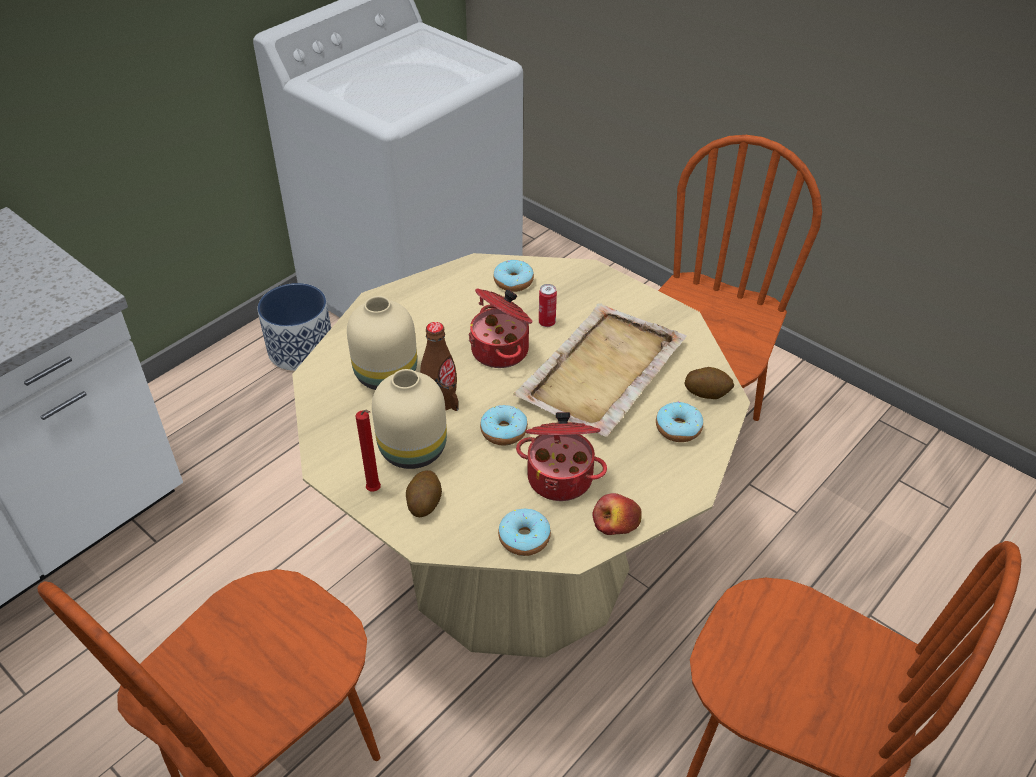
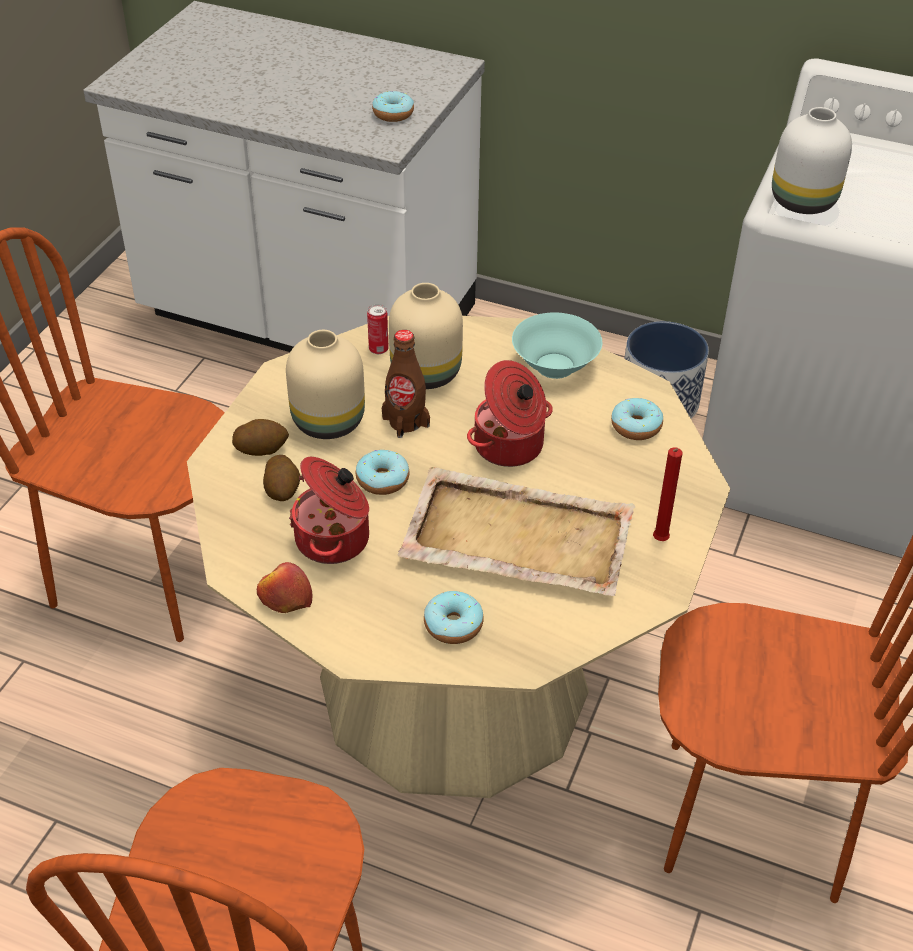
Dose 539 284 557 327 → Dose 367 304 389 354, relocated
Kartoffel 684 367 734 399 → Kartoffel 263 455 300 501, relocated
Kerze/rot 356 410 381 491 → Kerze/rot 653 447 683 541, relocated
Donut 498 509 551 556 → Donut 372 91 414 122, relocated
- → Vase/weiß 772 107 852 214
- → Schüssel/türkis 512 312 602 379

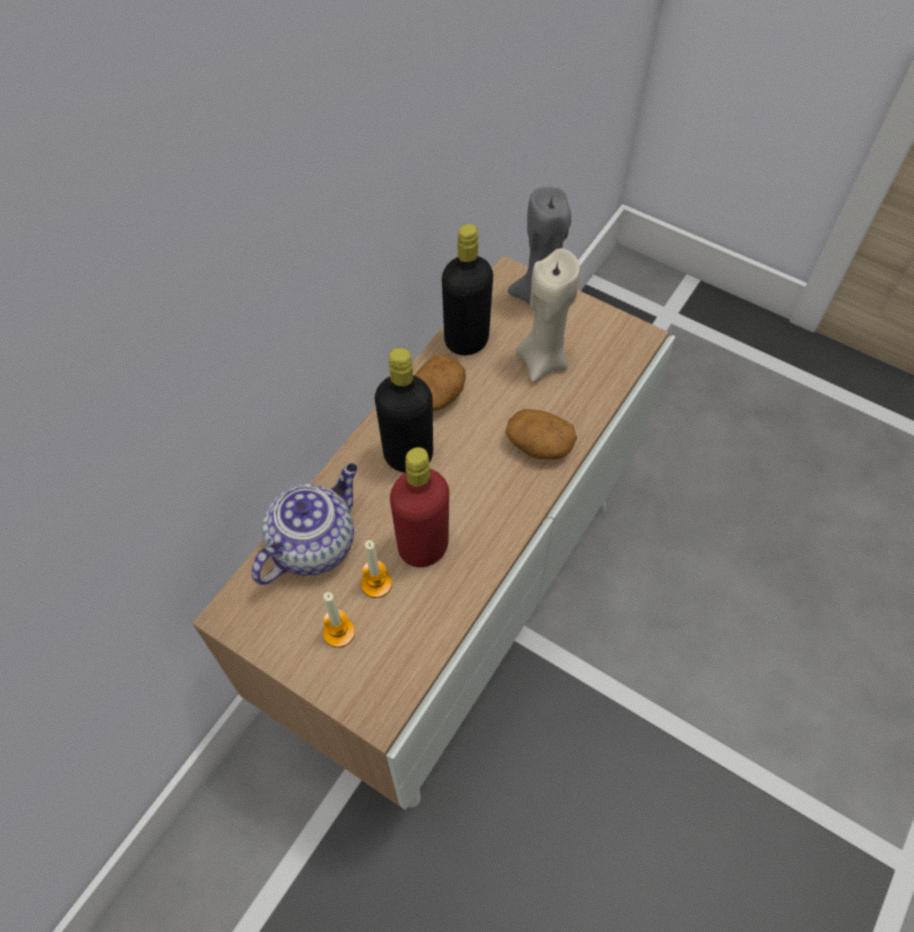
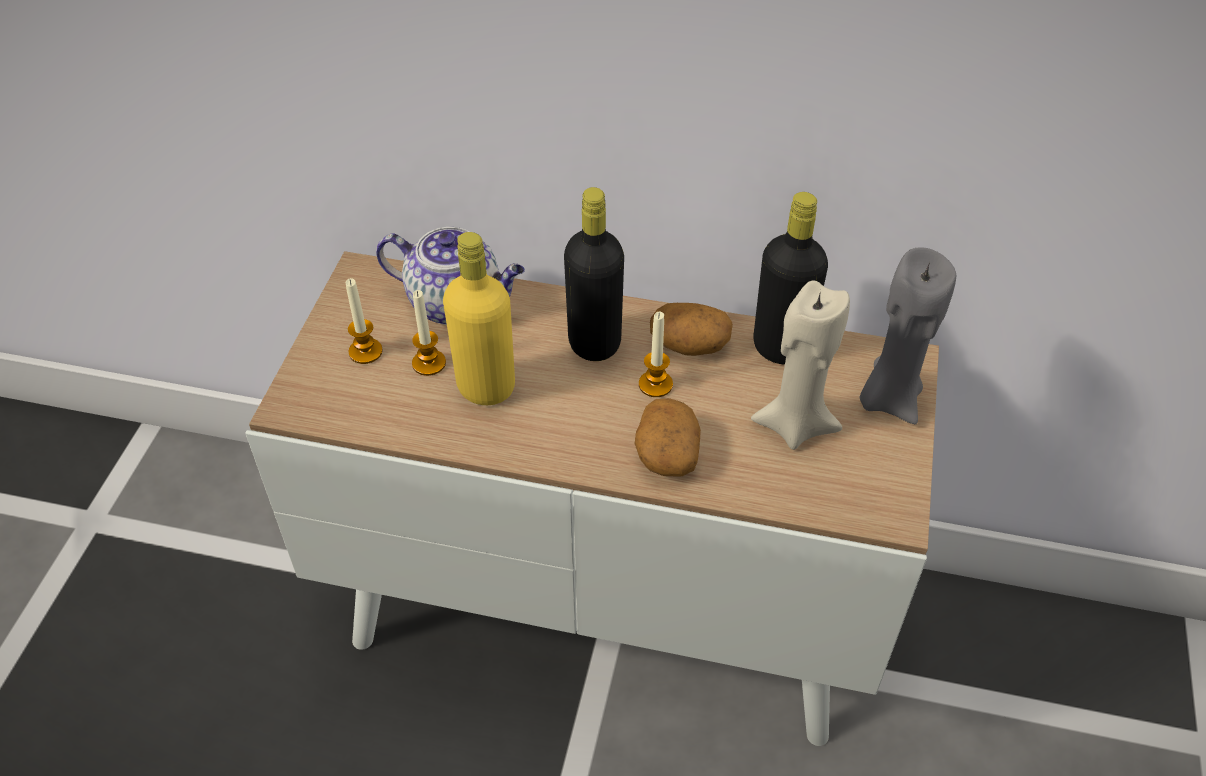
Flasche/rot 390 447 449 567 → Flasche/gelb 443 232 515 405
- → Kerze 639 312 673 397

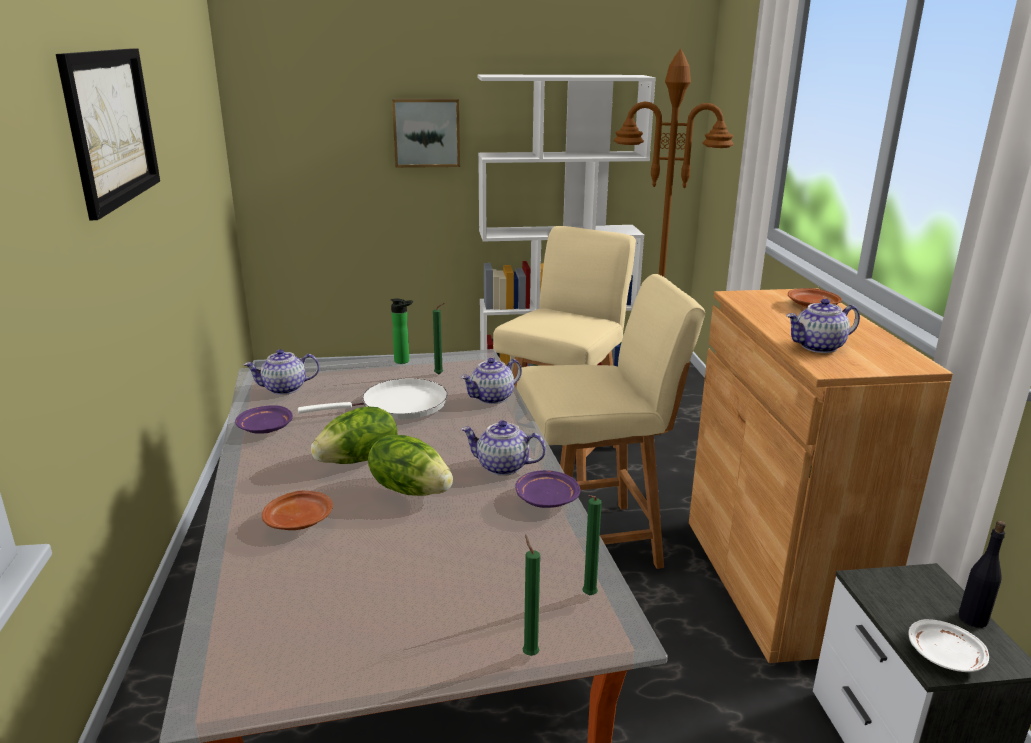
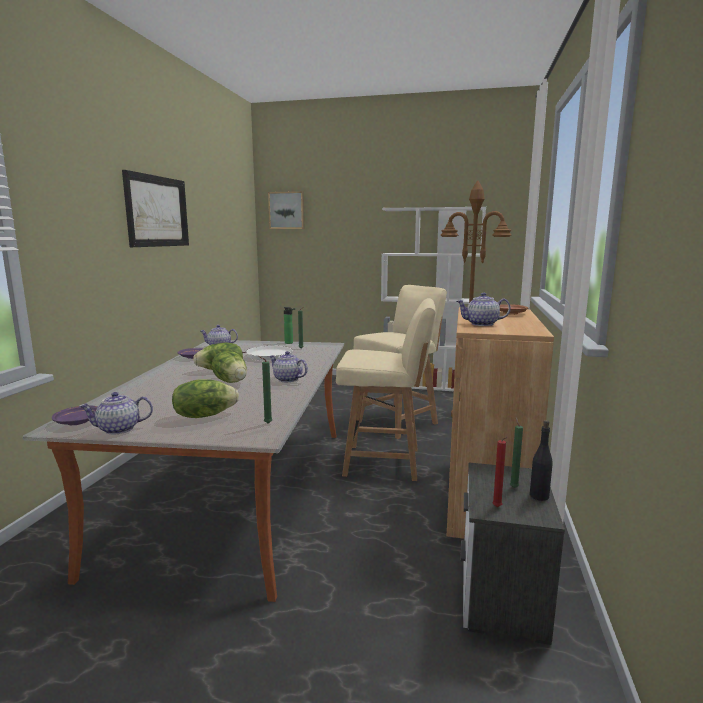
Bild 392 99 460 168 → Bild 268 191 304 229, relocated
Teekanne 461 358 522 404 → Teekanne 79 392 153 434, relocated
Teller/lila 515 470 580 508 → Teller/lila 52 405 98 425, relocated
Teller/braun 262 491 333 530 → -
Kerze/grün 523 535 540 656 → Kerze/grün 510 417 523 488, relocated
Teller/weiß 909 619 989 672 → Kerze/rot 492 437 508 507
- → Salatkopf 172 379 239 418

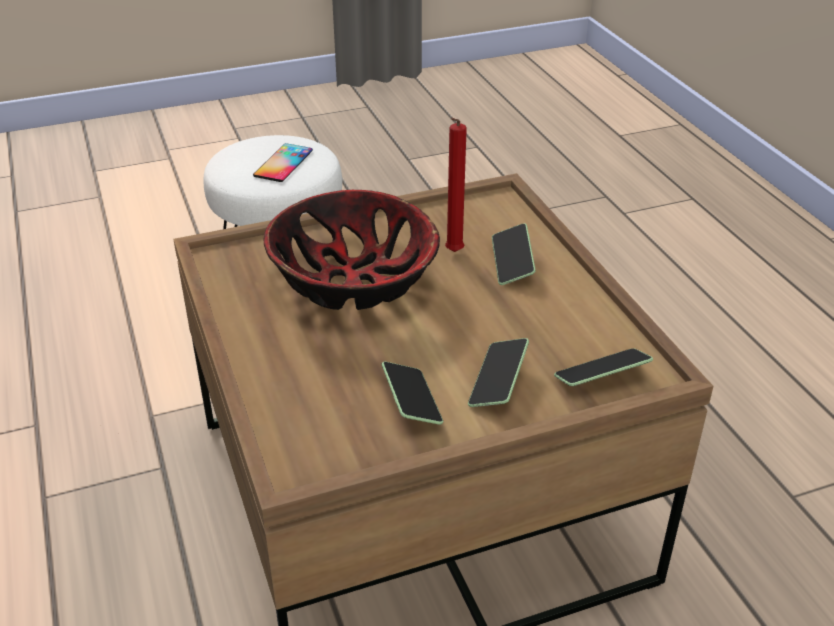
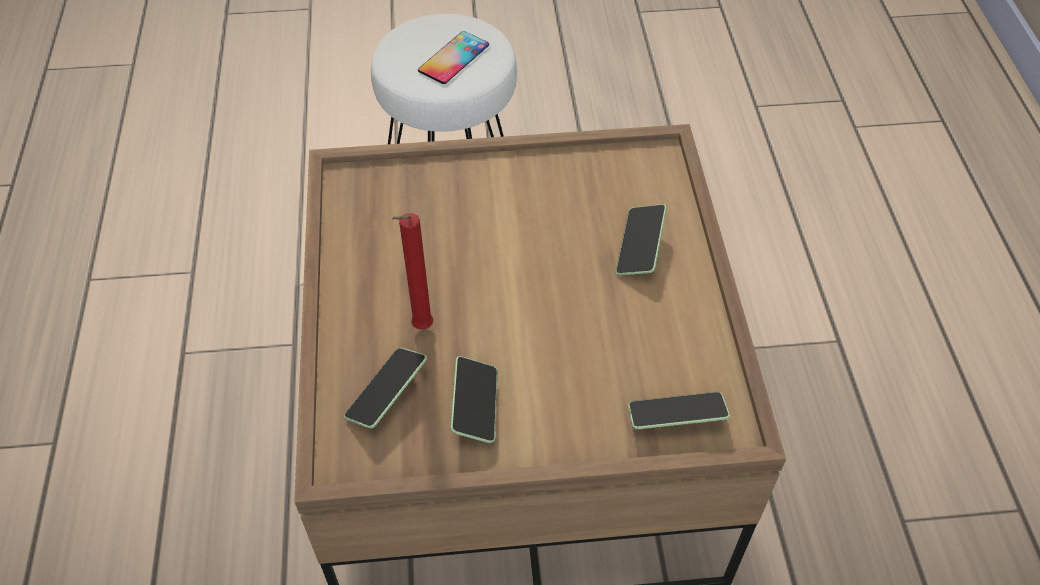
Kerze/rot 445 118 467 252 → Kerze/rot 392 213 433 329, relocated
Schüssel 264 190 440 310 → -
Handy 468 338 529 407 → Handy 344 348 427 429, relocated

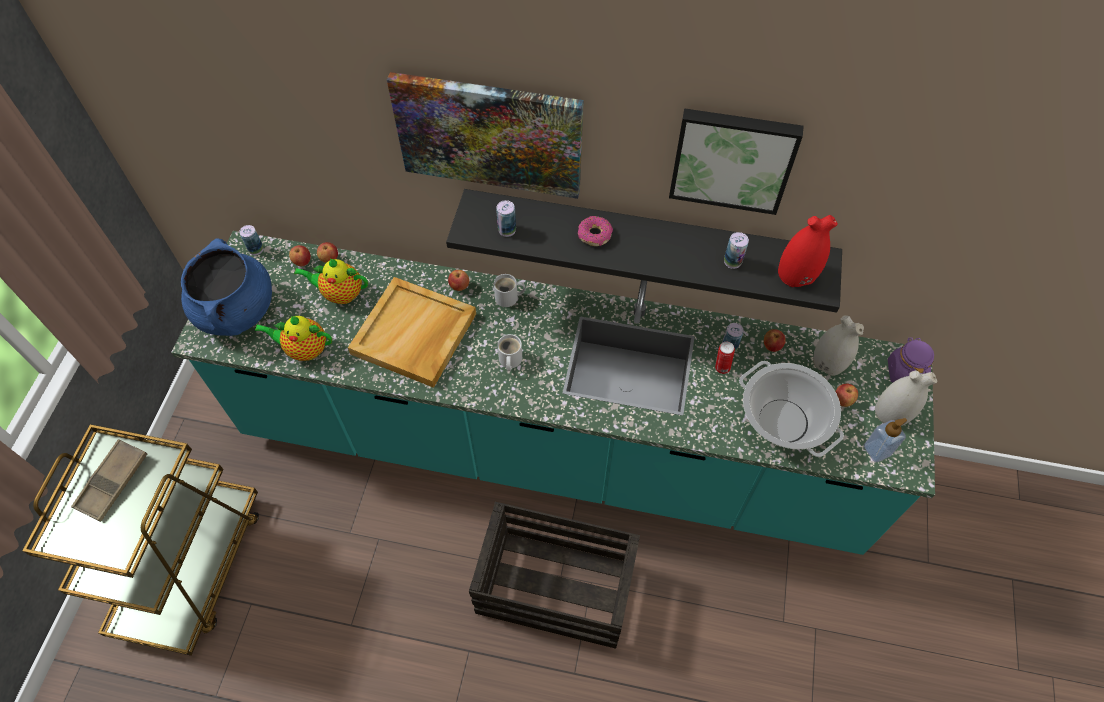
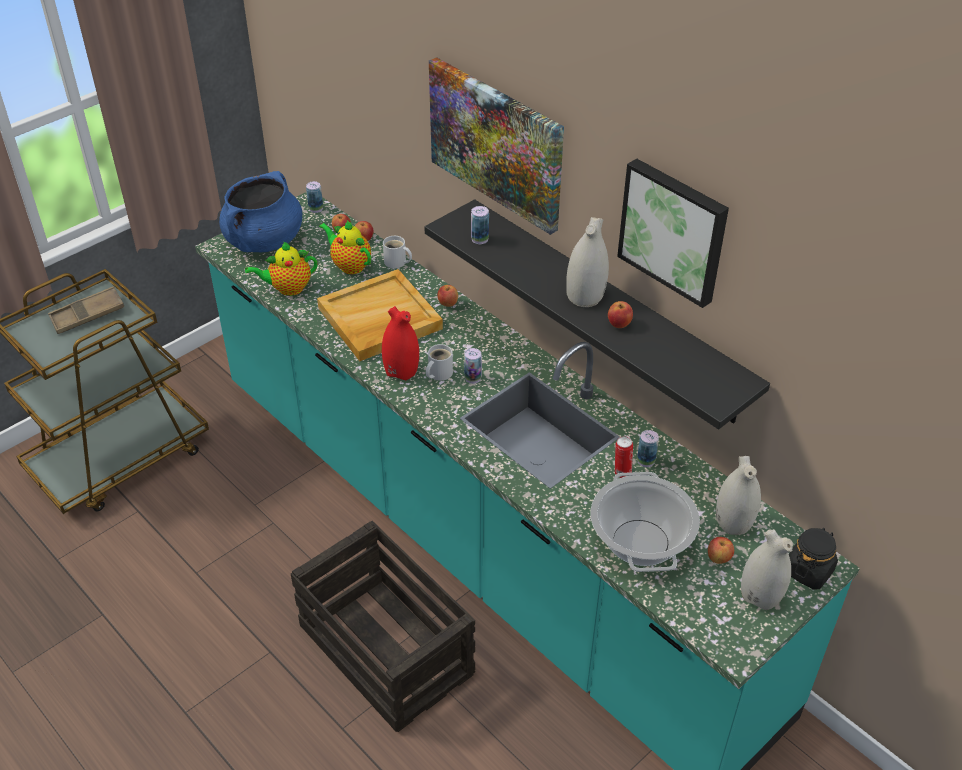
Vase/rot 778 215 838 287 → Vase/rot 382 306 419 380, relocated
Donut 578 216 613 246 → -
Dose 724 232 749 269 → Dose 464 348 482 384, relocated
Henkelbecher/weiß 494 274 526 307 → Henkelbecher/weiß 383 236 412 269, relocated
Teekanne 255 316 332 361 → Teekanne 245 242 317 296, 60 degrees counterclockwise
Apfel 764 329 786 352 → Apfel 608 301 633 328, relocated
Vorratsglas/lila 888 337 934 383 → Vorratsglas/schwarz 789 528 838 590
Seifenspender 863 418 907 462 → -
- → Vase/weiß 566 217 609 307

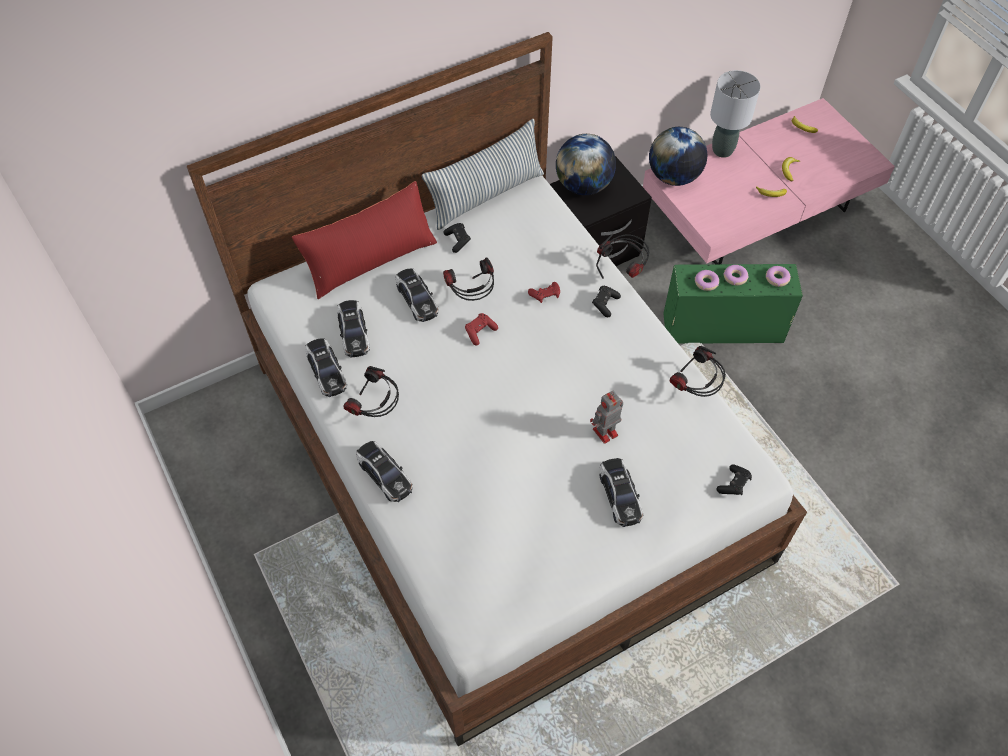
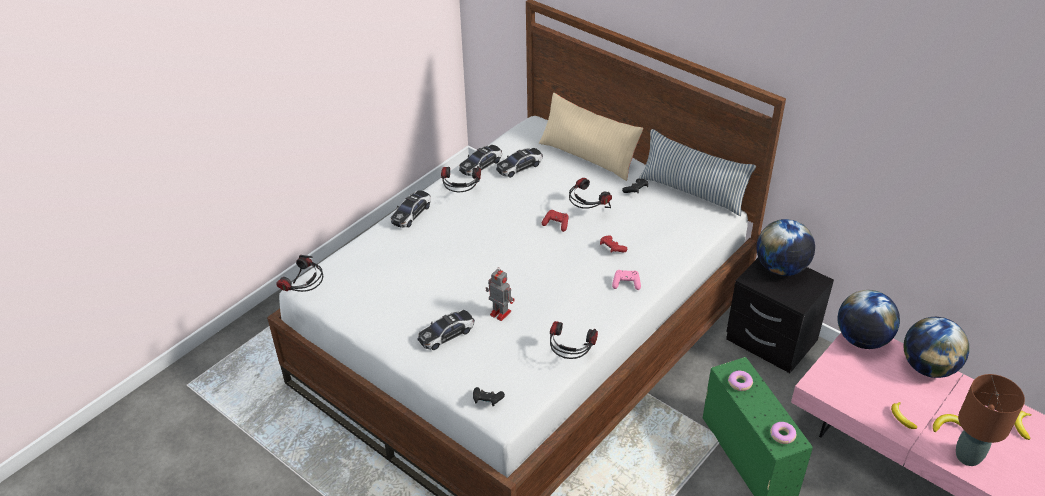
Tischlampe/grau 710 70 761 158 → Globus 903 317 969 378
Kissen/rot 292 181 437 299 → Kissen/beige 539 93 644 181
Kopfhörer 596 234 649 279 → Kopfhörer 276 255 323 292, relocated
Donut 723 265 749 286 → -
Spielzeugauto 395 268 439 322 → -
Gamepad/schwarz 592 286 621 317 → Gamepad/rosa 612 270 641 290
- → Tischlampe/braun 956 374 1025 466

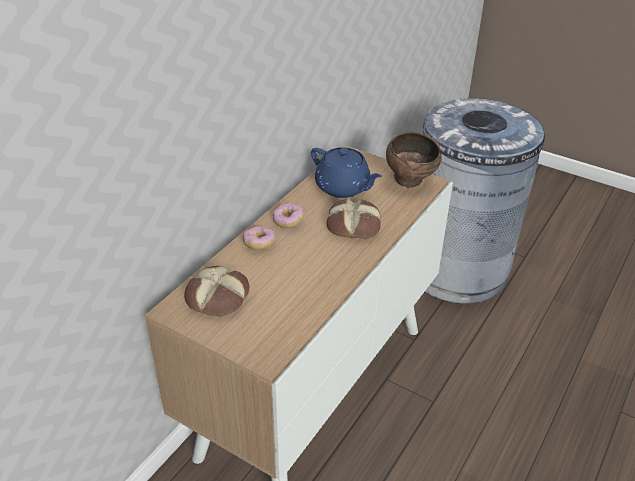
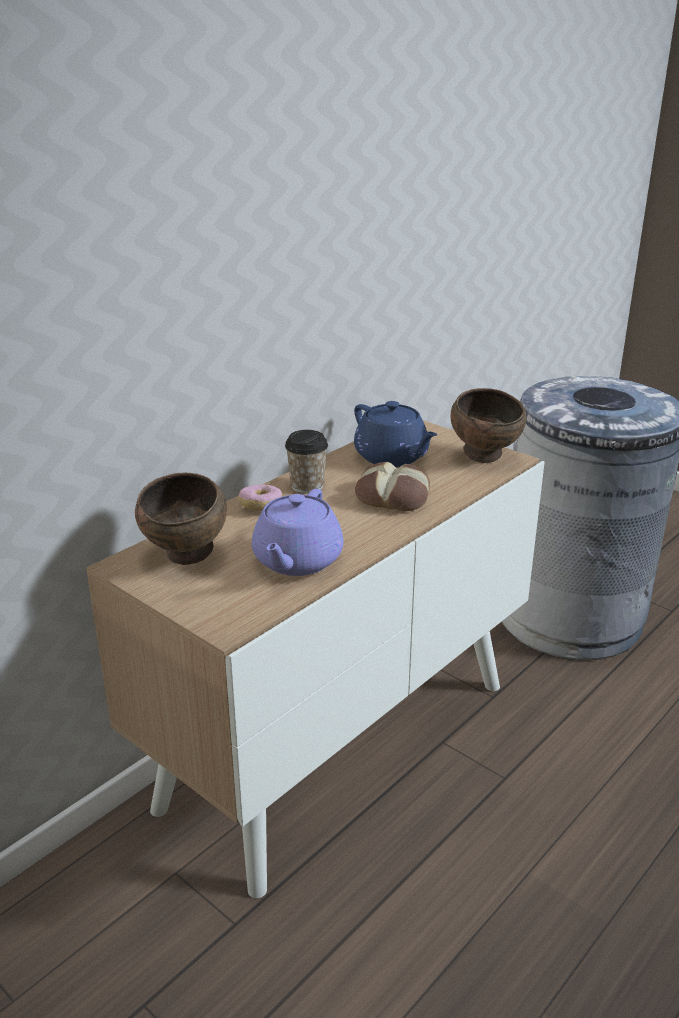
Donut 273 203 304 228 → Tasse 285 430 328 494
Brot 184 266 250 317 → Schüssel/braun 135 473 227 565
- → Teekanne/lila 252 489 344 576

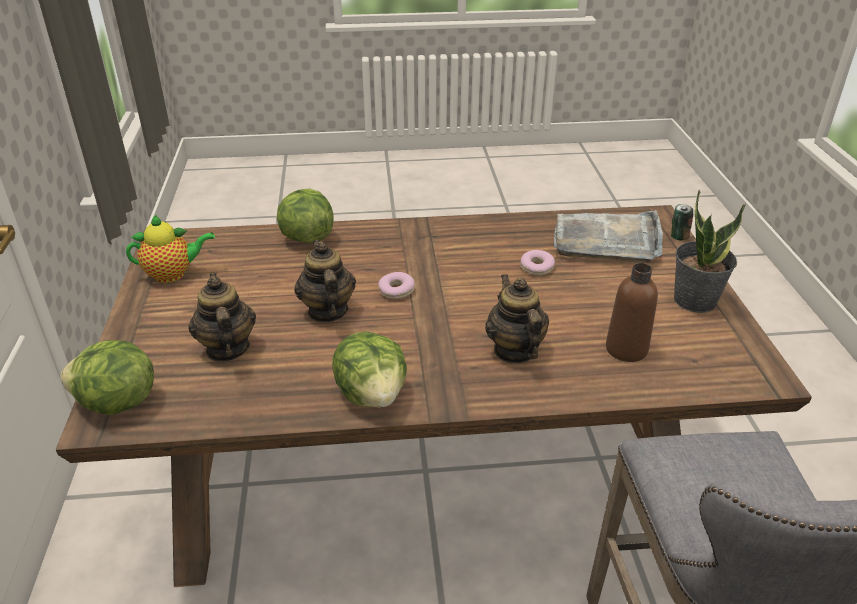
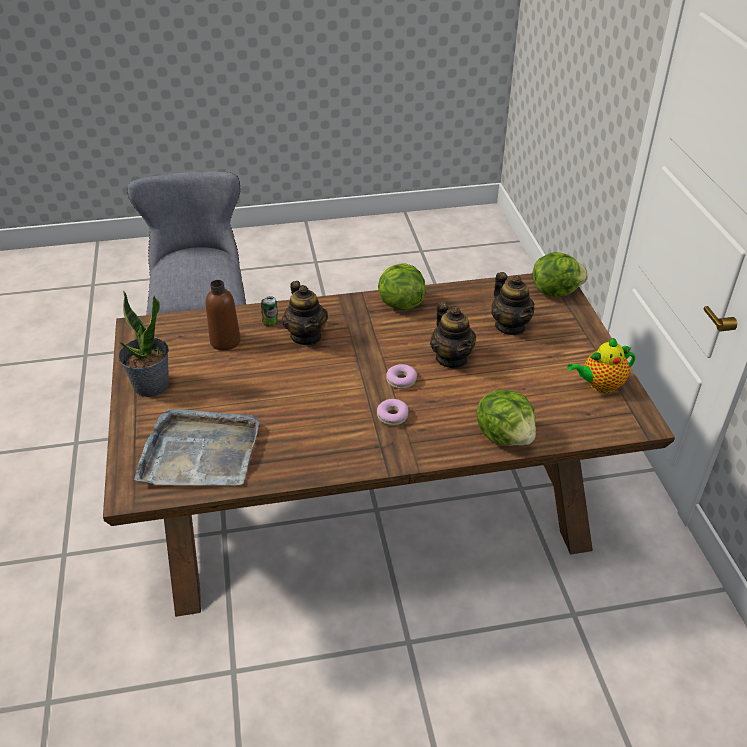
Dose 671 204 693 241 → Dose 261 296 278 327, relocated
Donut 520 250 555 275 → Donut 377 399 408 426, relocated

